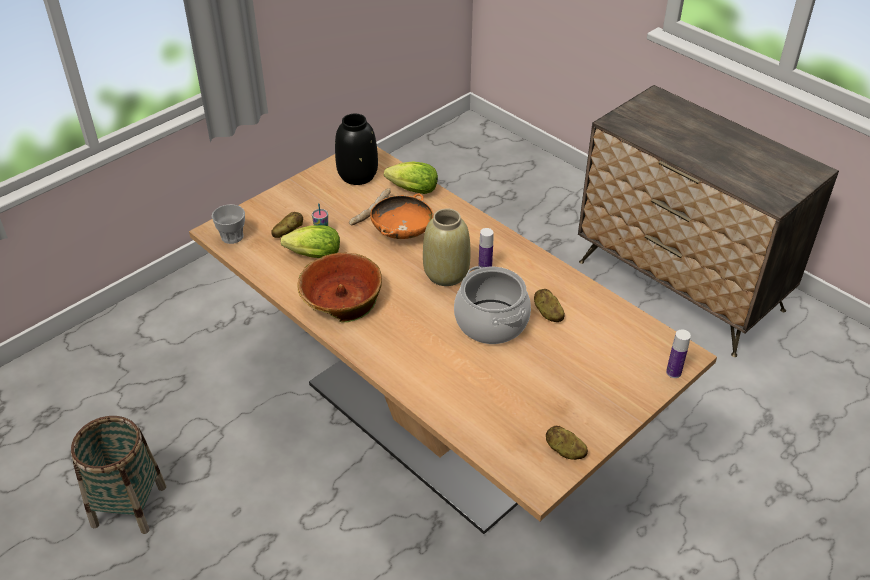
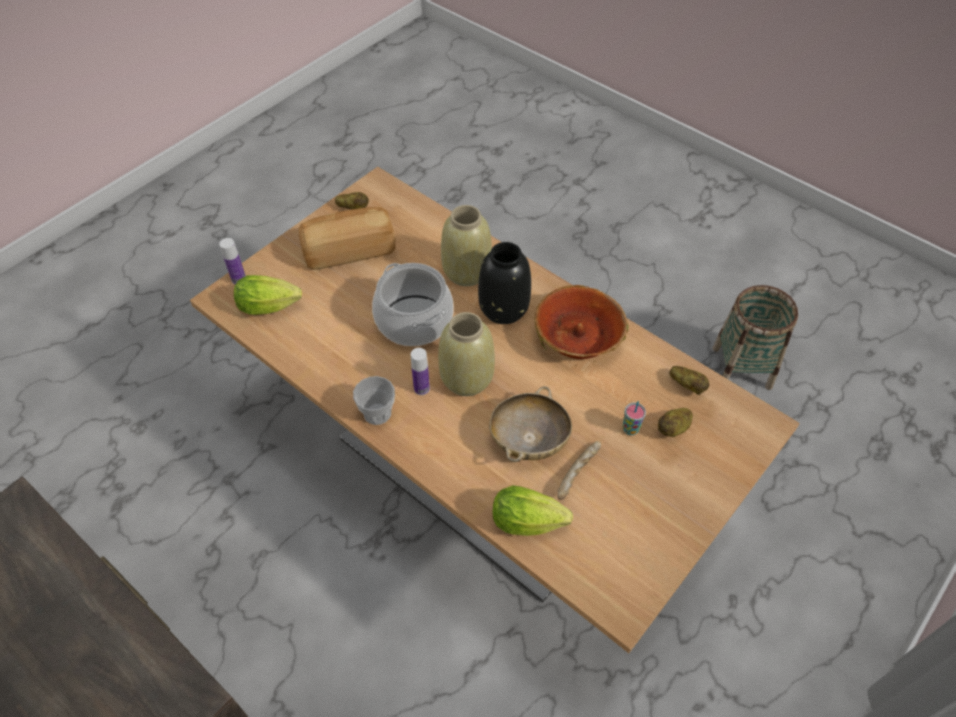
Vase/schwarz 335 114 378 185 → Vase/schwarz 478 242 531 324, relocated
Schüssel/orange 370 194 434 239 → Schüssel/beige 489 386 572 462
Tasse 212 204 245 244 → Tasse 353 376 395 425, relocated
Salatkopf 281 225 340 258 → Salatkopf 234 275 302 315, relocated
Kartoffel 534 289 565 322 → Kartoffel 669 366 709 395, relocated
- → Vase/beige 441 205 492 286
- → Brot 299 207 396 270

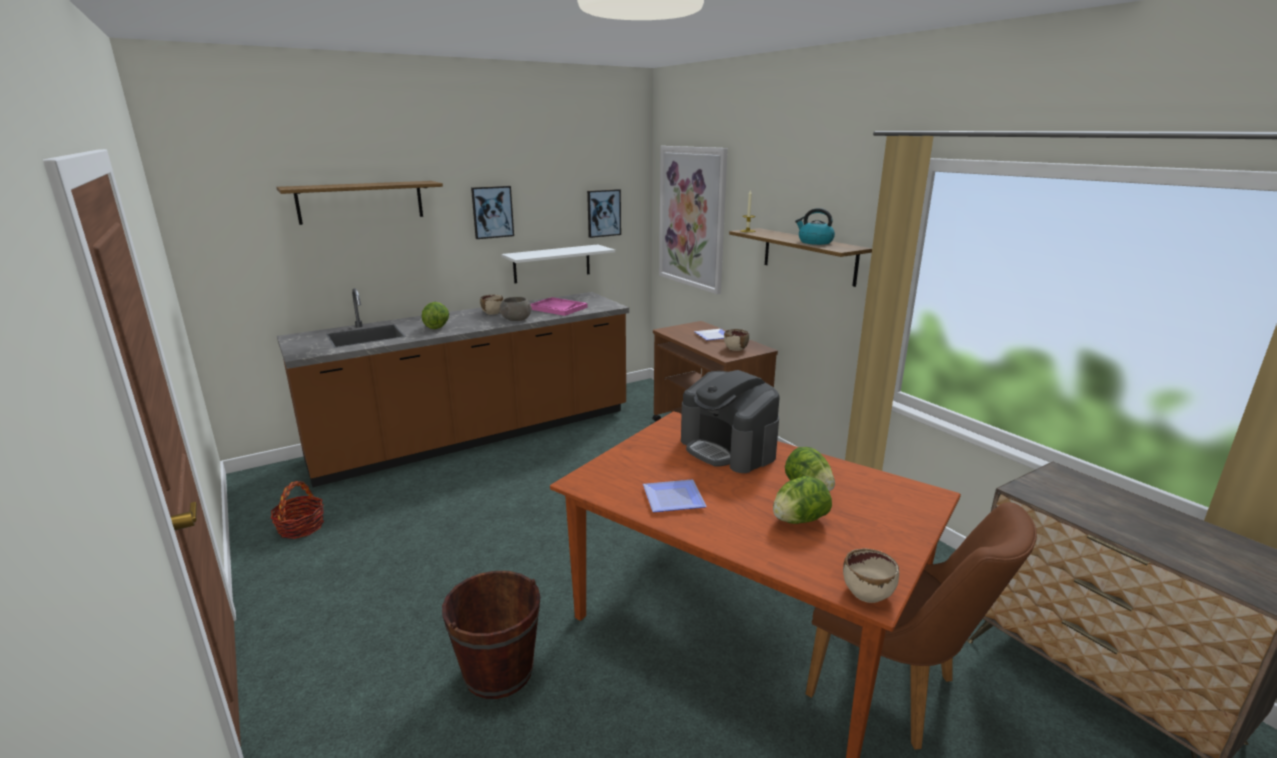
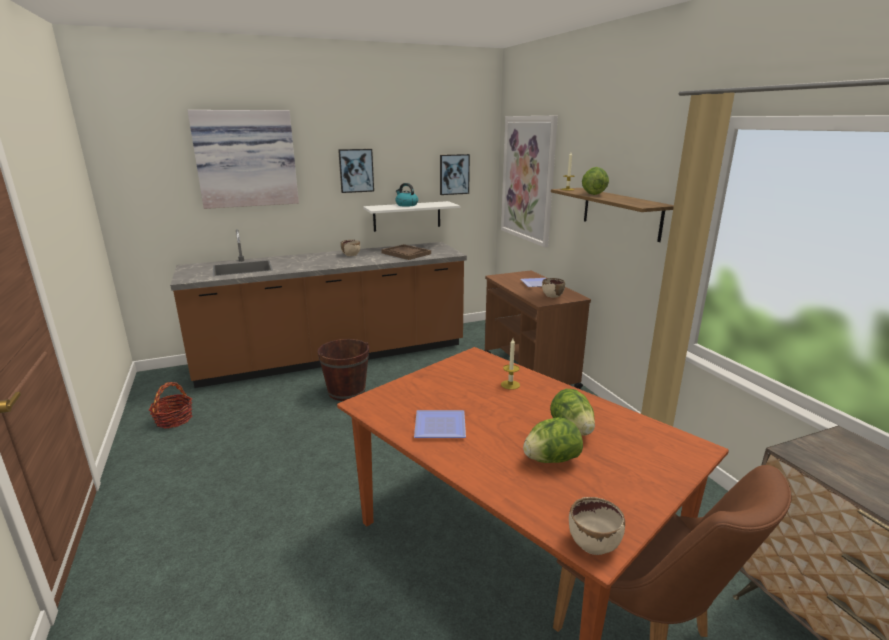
Wandregal 276 181 443 225 → Bild 187 110 299 209
Wasserkessel 795 208 835 245 → Wasserkessel 395 183 418 207, relocated
Schüssel/grau 499 297 532 321 → -
Tablett/rosa 531 297 588 316 → Tablett/braun 381 244 431 260
Salatkopf 421 302 449 329 → Salatkopf 582 167 609 195, relocated
Kaffeemaschine 681 370 780 473 → Kerze 501 339 520 390
Eimer/braun 442 571 540 699 → Eimer/braun 318 339 369 401, relocated

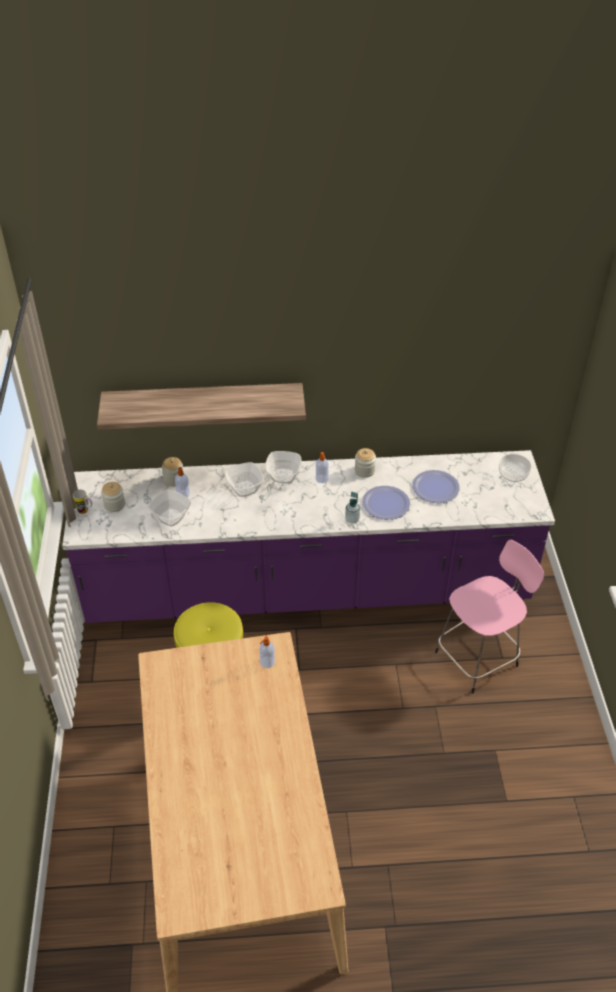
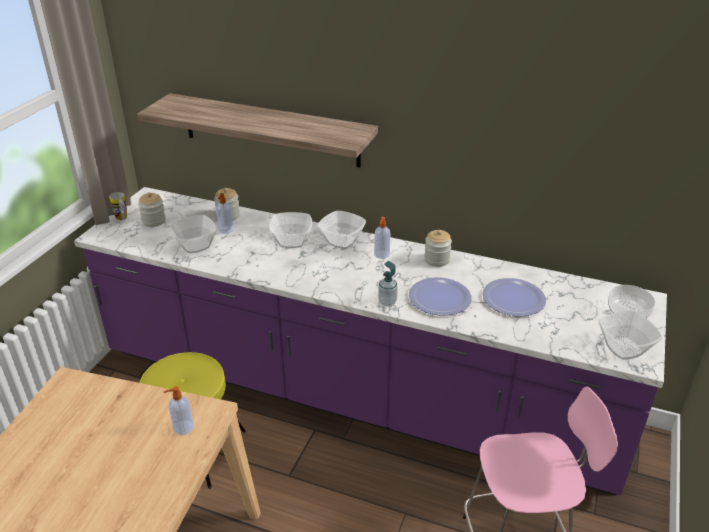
- → Schüssel 598 311 662 360

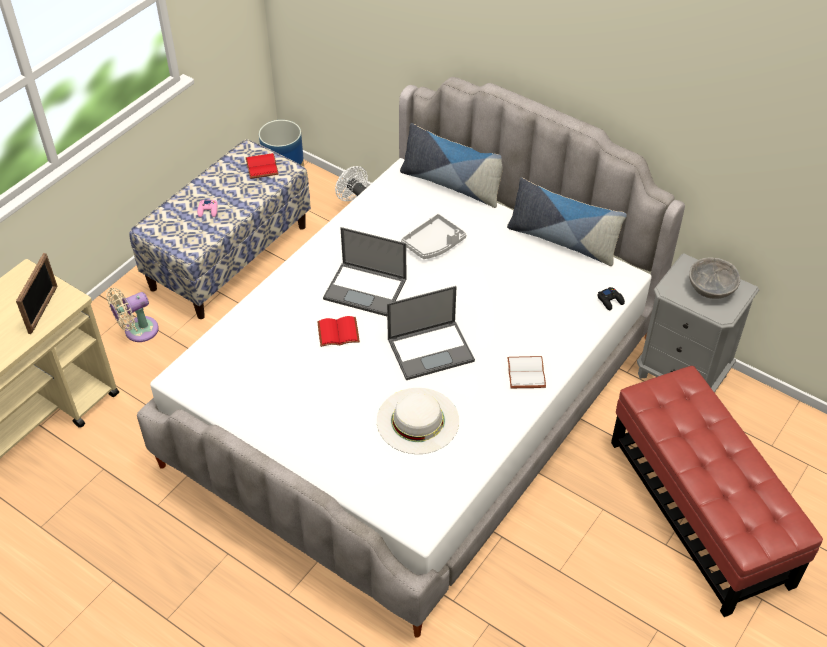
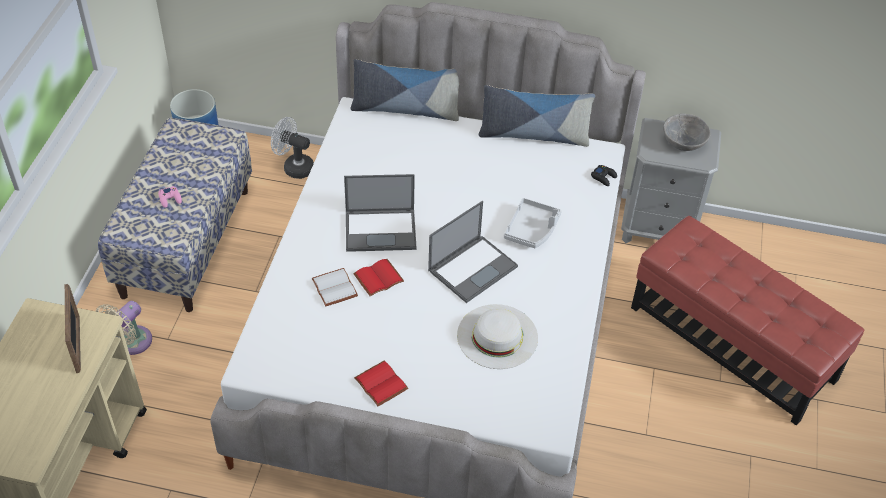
Buch/rot 246 153 279 179 → Buch/rot 354 360 408 406, relocated
Tablett/grau 401 214 467 259 → Tablett/grau 504 198 562 248, relocated
Buch/weiß 507 356 546 388 → Buch/weiß 311 268 358 307, relocated

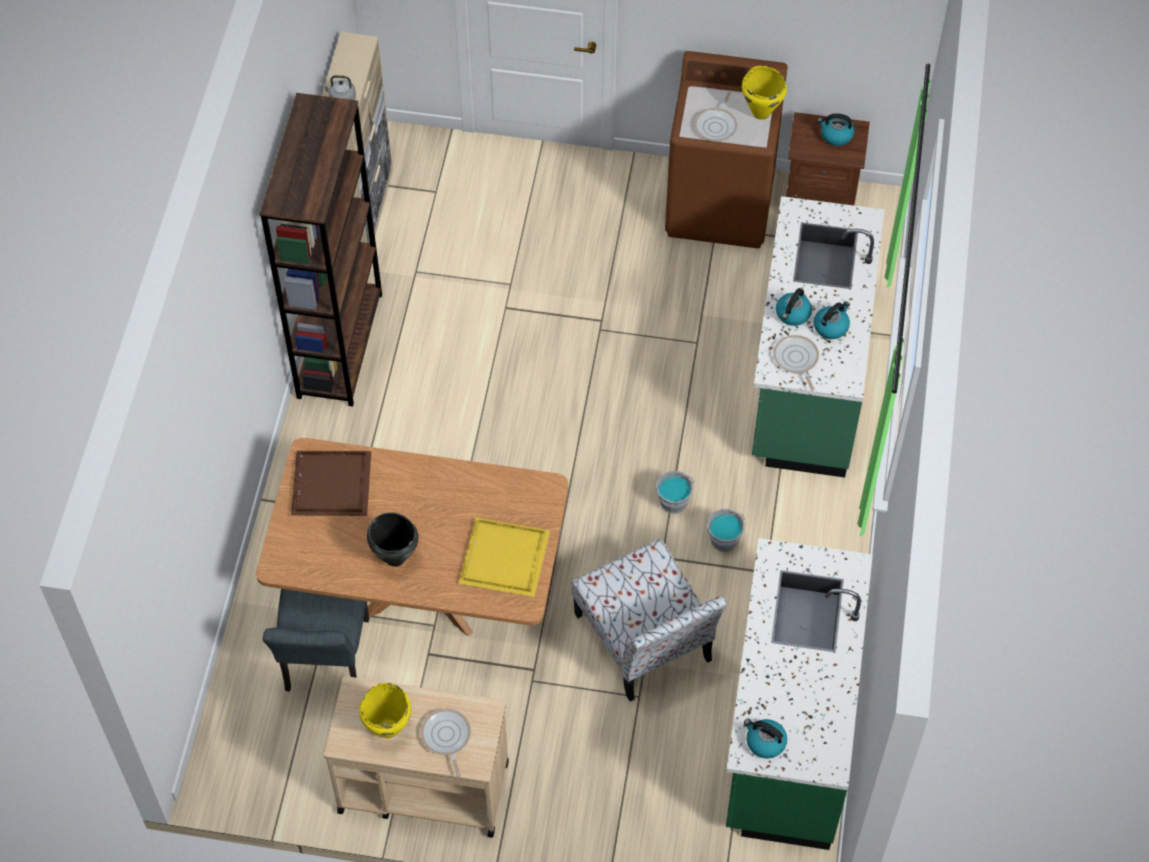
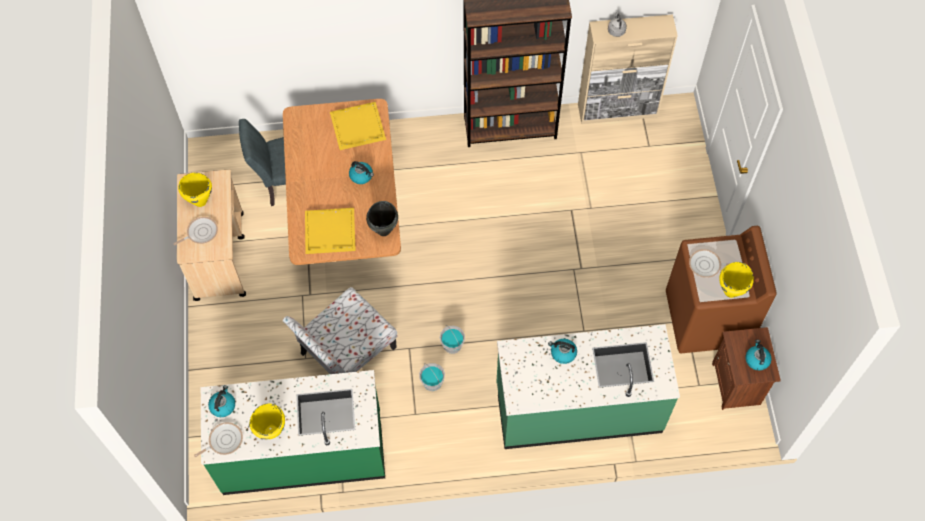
Wasserkessel 814 301 850 339 → Wasserkessel 349 161 374 184, relocated
Pfanne 773 335 819 391 → Pfanne 194 422 243 457, relocated
Tablett/braun 291 451 371 516 → Tablett/gelb 330 102 386 150
Kochtopf/schwarz 367 512 418 567 → Kochtopf/schwarz 366 201 398 236, relocated
- → Kochtopf/gelb 250 403 285 439

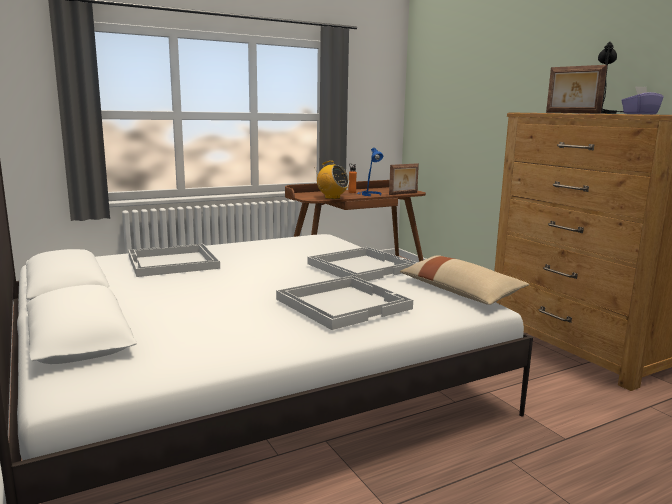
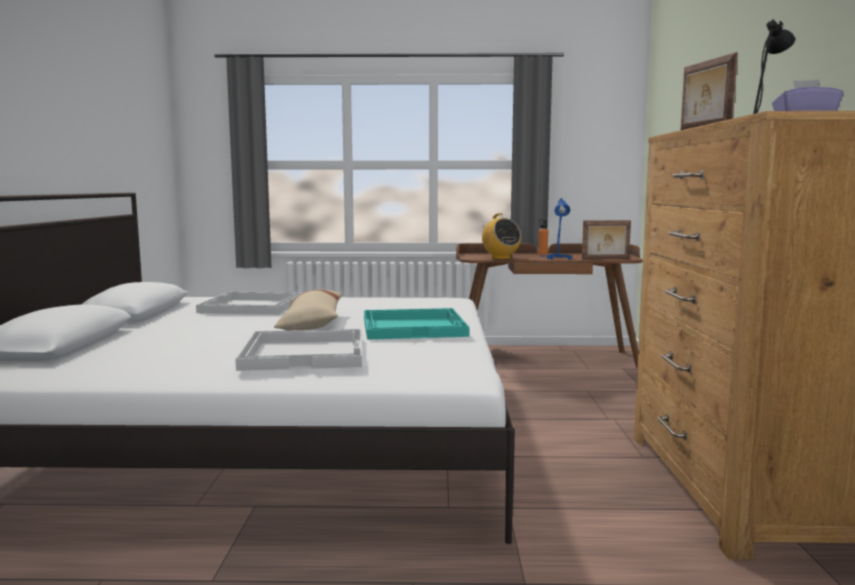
Tablett/weiß 307 247 418 281 → Tablett/türkis 364 308 469 340
Kissen/beige 400 255 530 305 → Kissen/beige 274 290 343 330, relocated

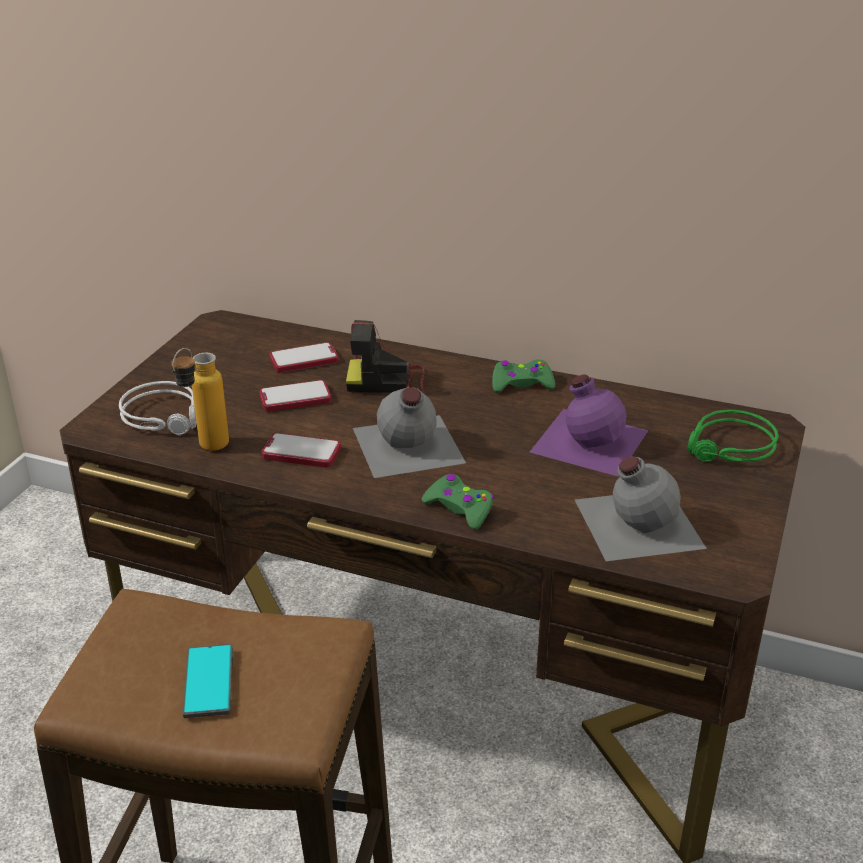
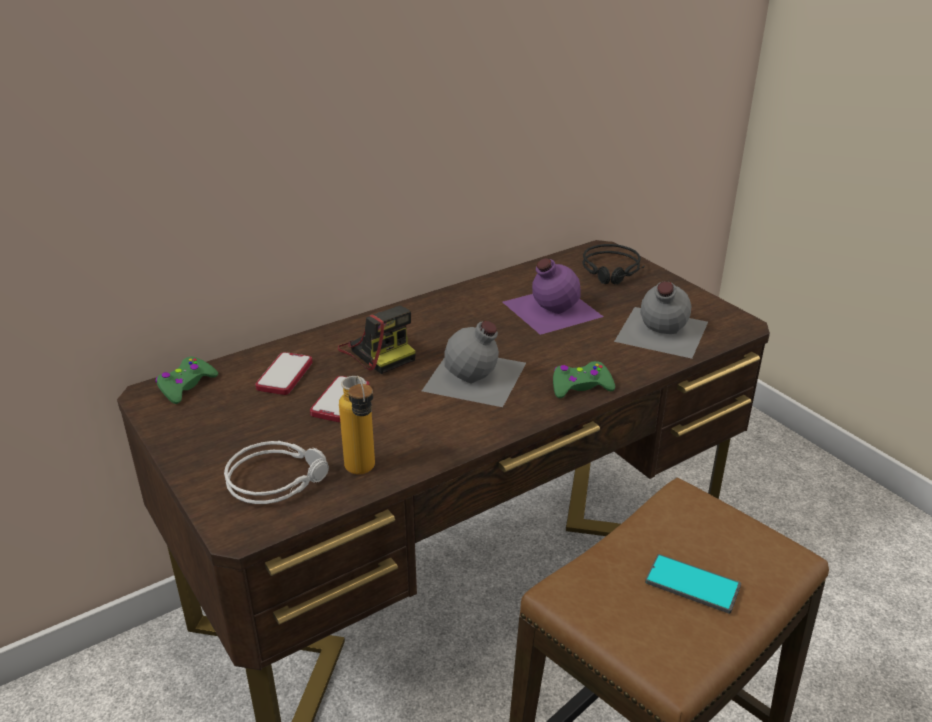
Kamera 346 320 426 395 → Kamera 338 306 416 374, 75 degrees counterclockwise
Gamepad/grün 492 360 555 393 → Gamepad/grün 156 356 218 404, relocated
Kopfhörer/grün 687 410 779 462 → Kopfhörer/schwarz 582 244 645 285
Handy 262 433 341 467 → -

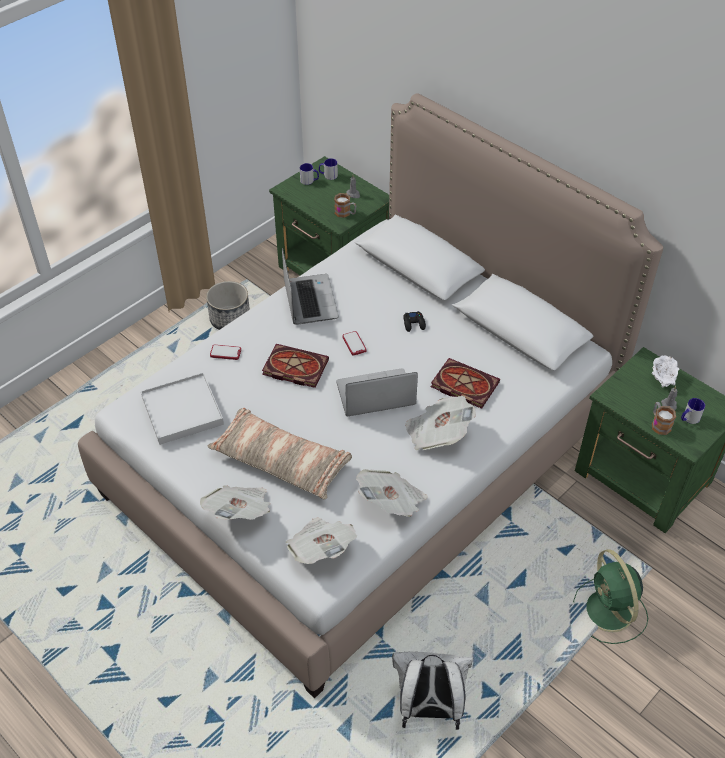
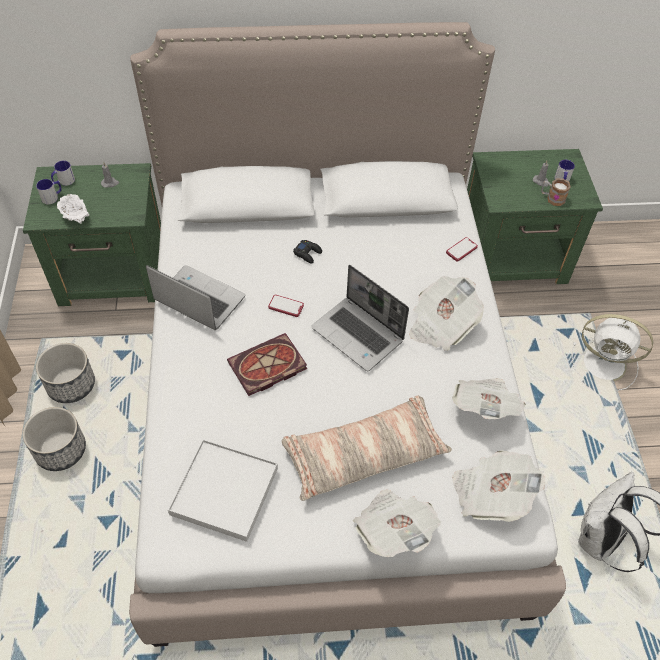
Henkelbecher 334 193 356 218 → -
Handy 210 344 241 360 → Handy 446 237 478 262, relocated
Schüssel/weiß 652 356 679 388 → Schüssel/weiß 57 194 89 224, relocated
Buch 431 358 500 409 → -
Laptop 336 368 418 416 → Laptop 311 265 409 371, 75 degrees counterclockwise
Ventilator/grün 573 549 648 644 → Ventilator/weiß 572 314 653 391
- → Pflanzkübel 23 407 86 471

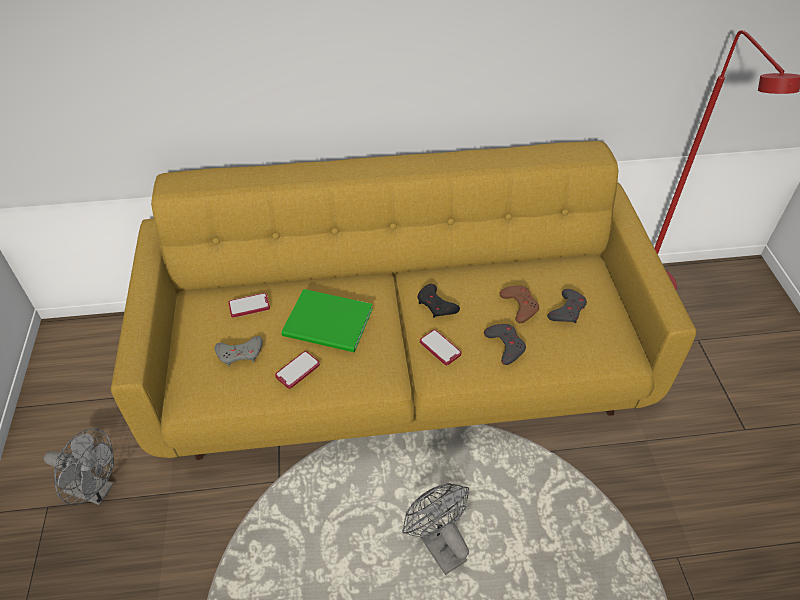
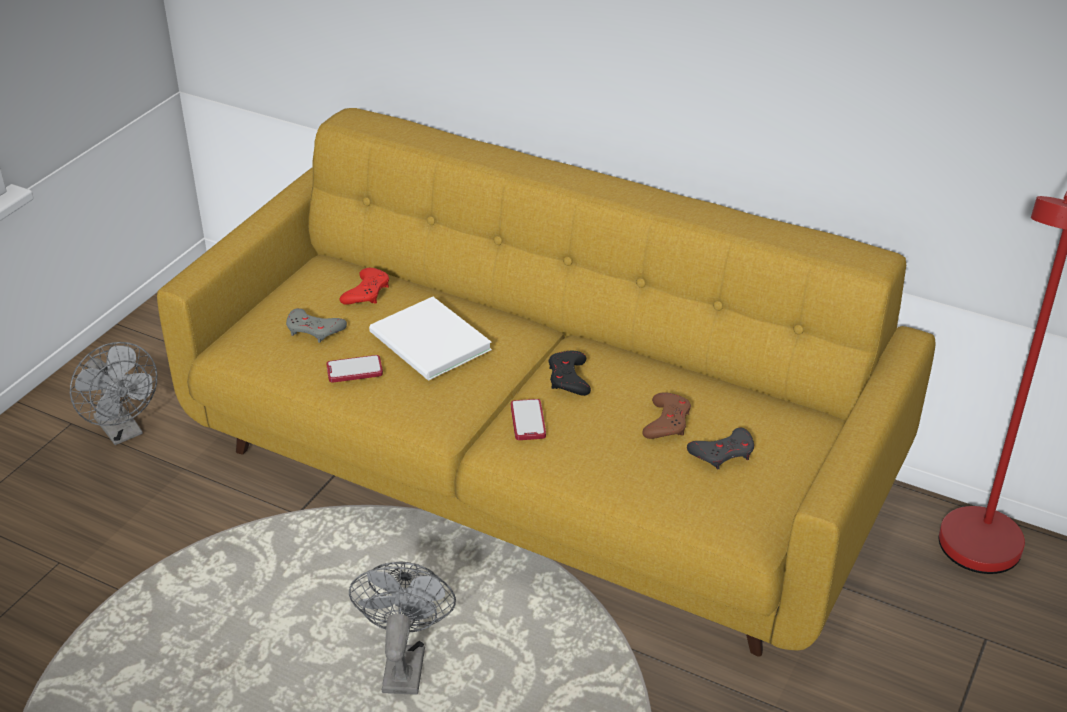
Buch/grün 282 289 373 352 → Buch/weiß 369 297 492 381
Handy 228 293 270 318 → Gamepad/rot 340 268 389 305
Gamepad/grau 484 324 526 365 → -

